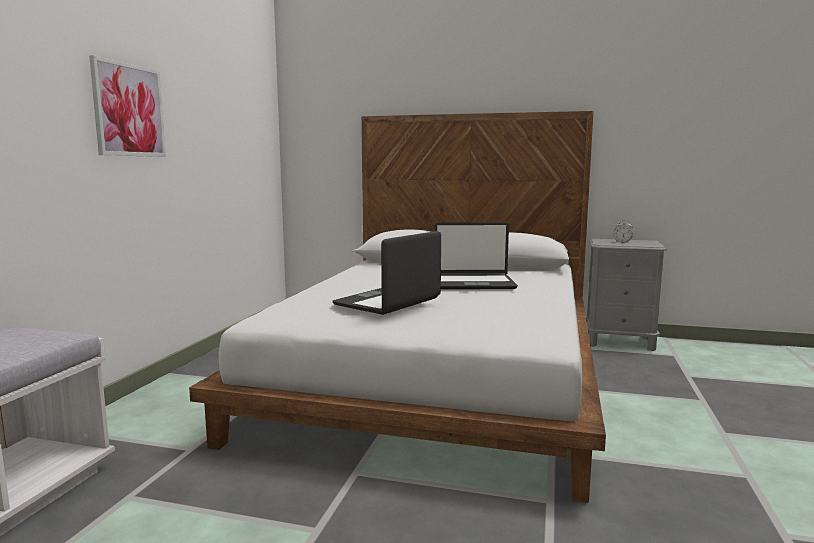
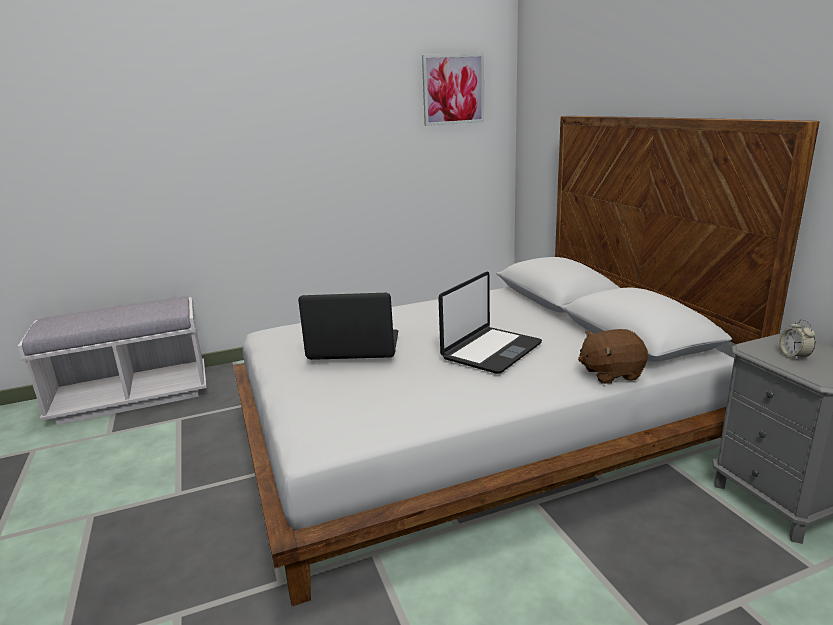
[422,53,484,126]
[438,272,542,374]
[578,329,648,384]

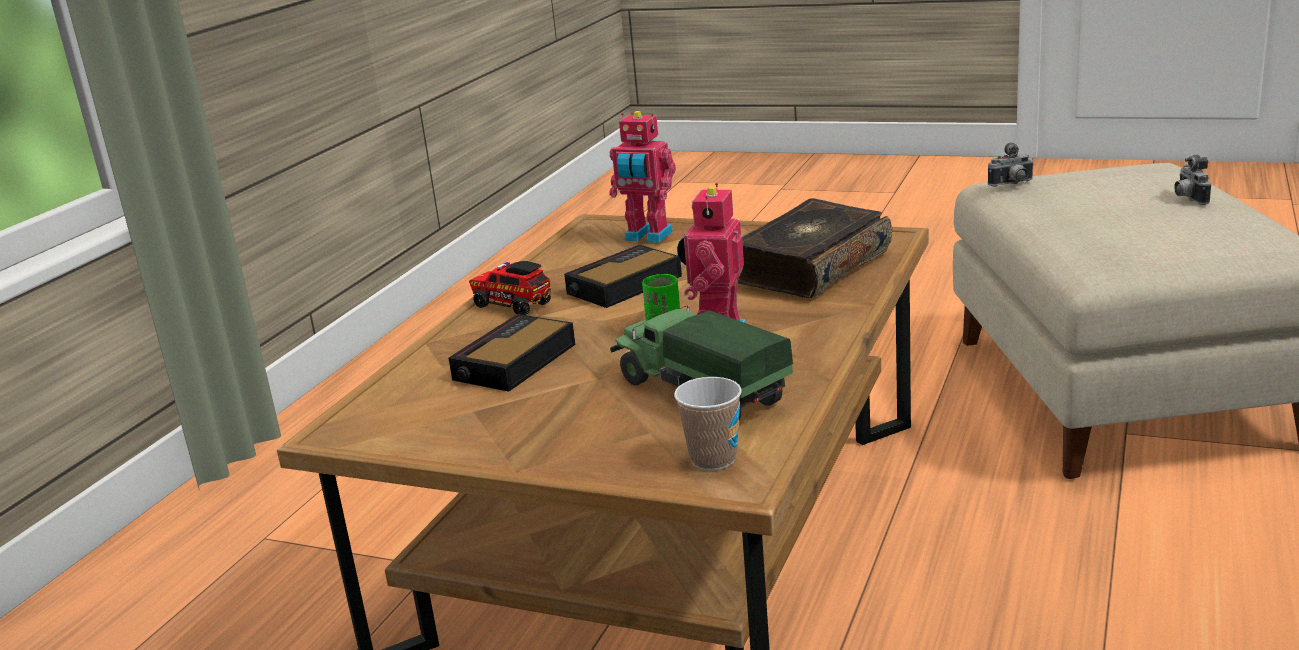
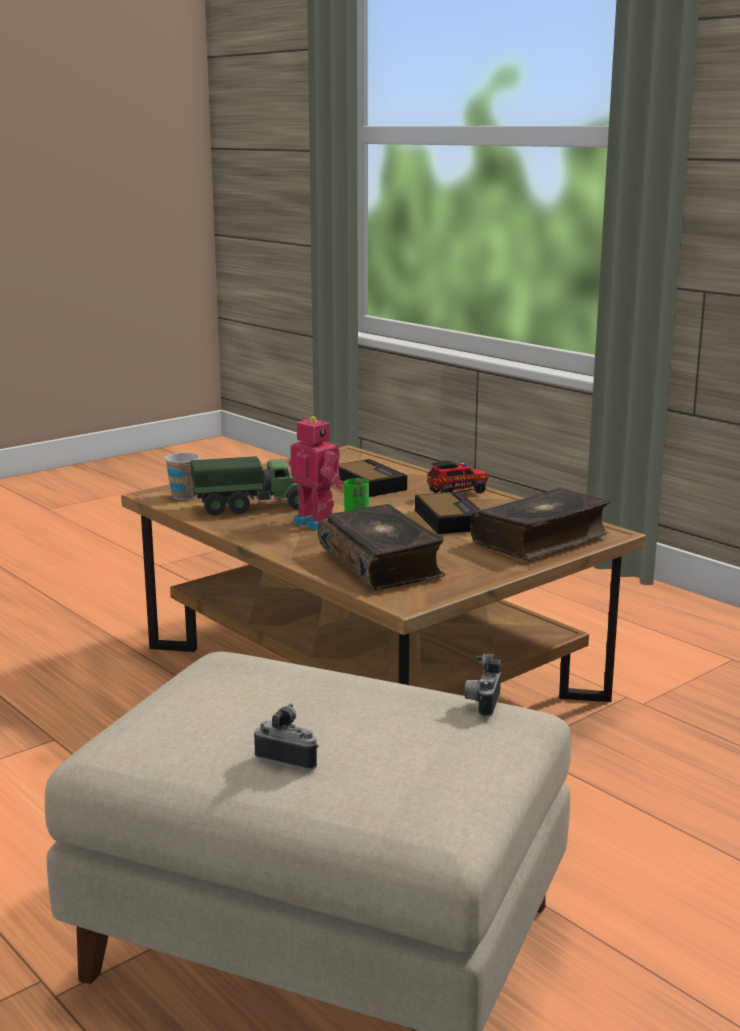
[470,488,610,560]

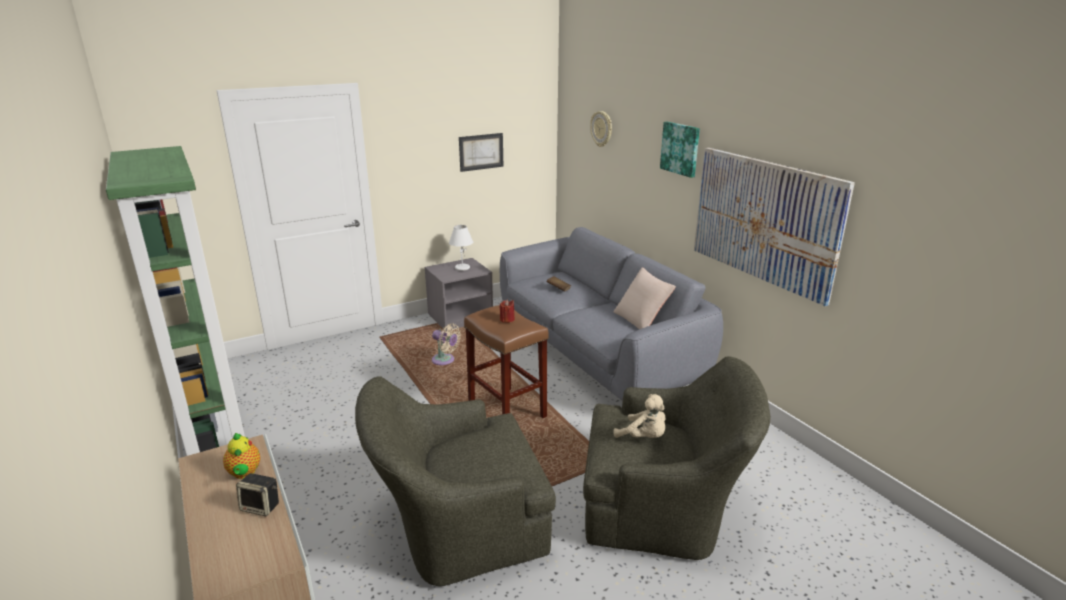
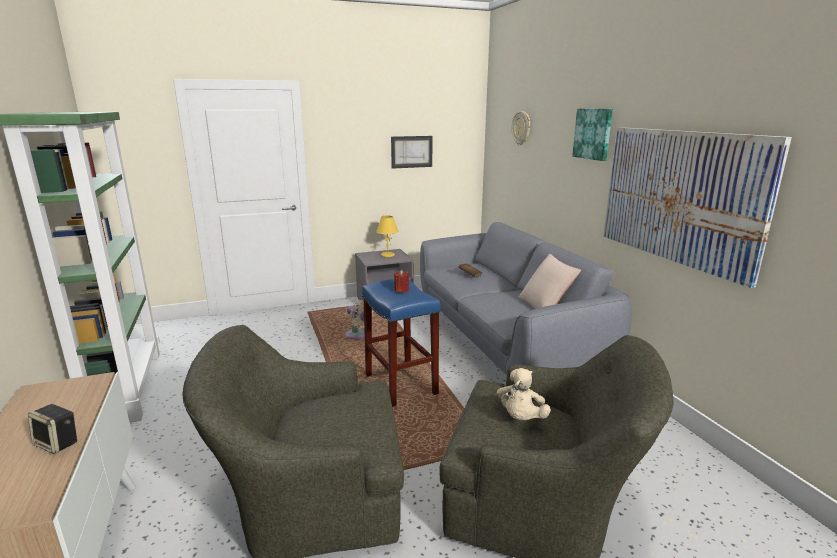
[376,215,399,258]
[362,279,440,407]
[497,368,551,420]
[223,433,260,479] (first image)

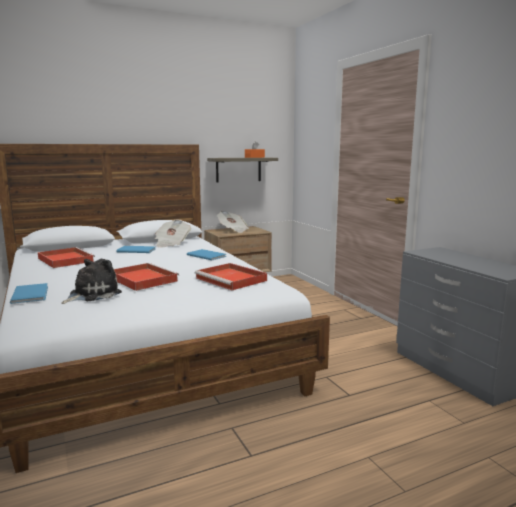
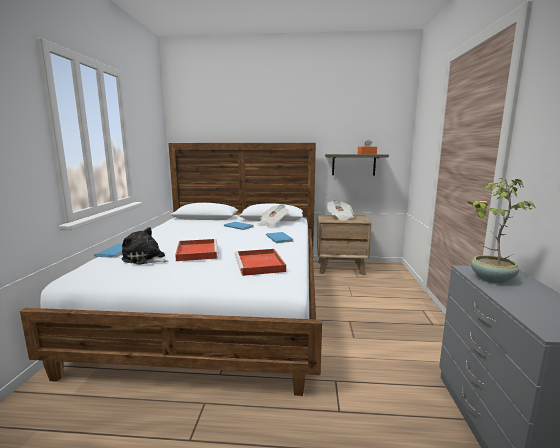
[38,247,95,268] (first image)
[121,227,168,265]
[471,178,536,283]

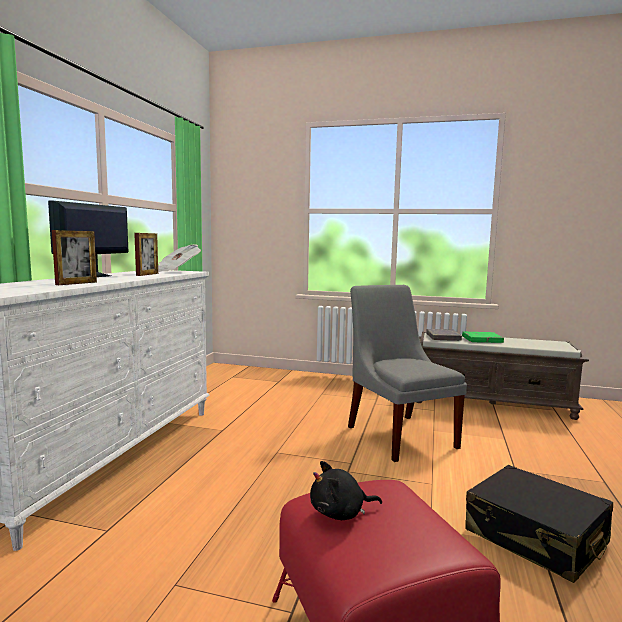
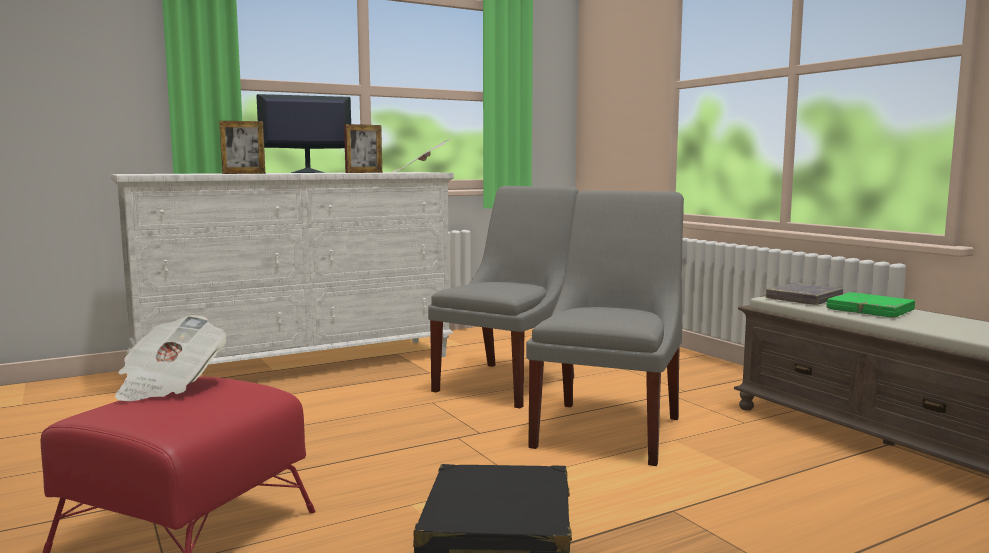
[115,315,227,401]
[428,186,579,409]

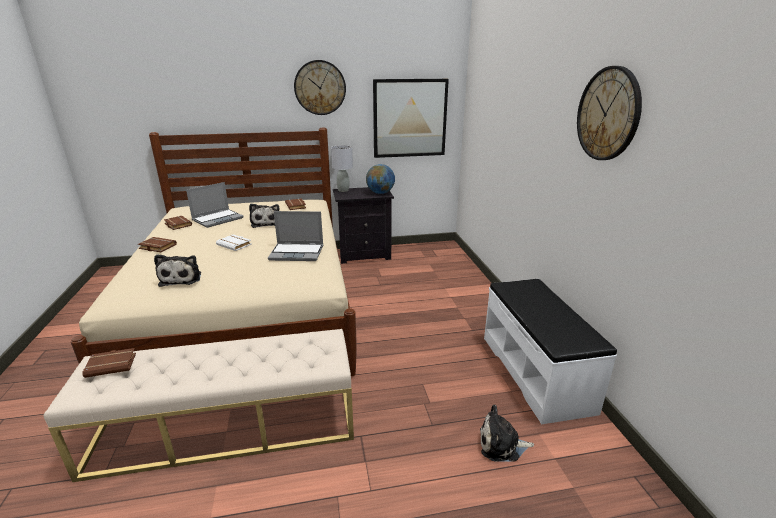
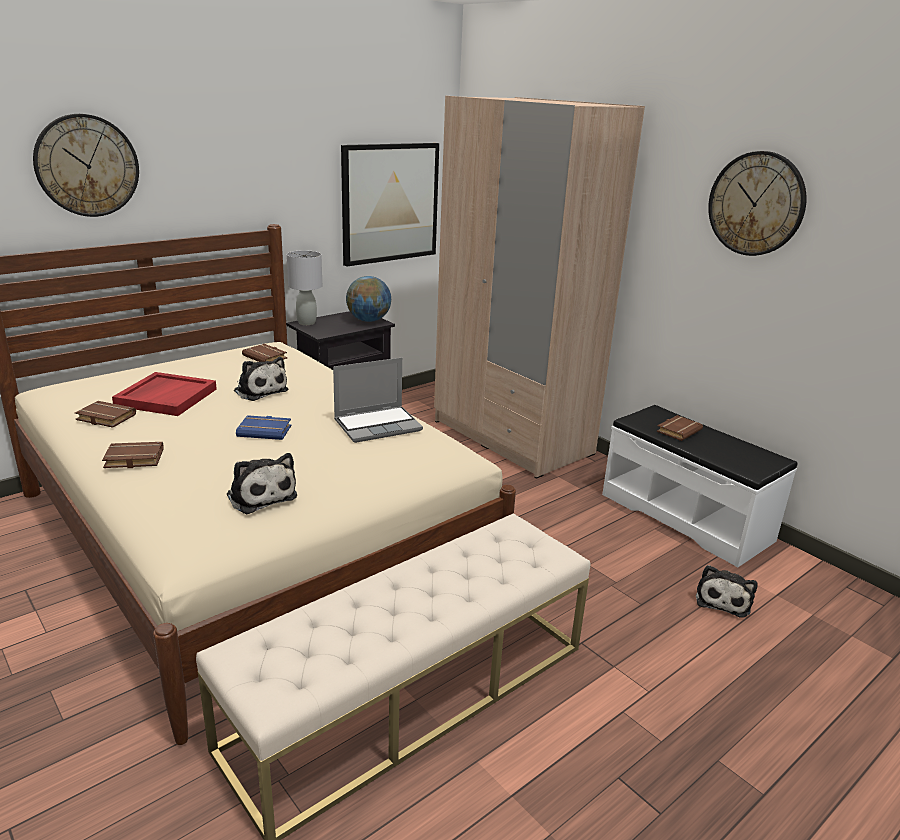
[33,114,139,217]
[112,372,217,416]
[236,415,291,440]
[657,415,703,441]
[696,565,758,618]
[434,96,645,479]

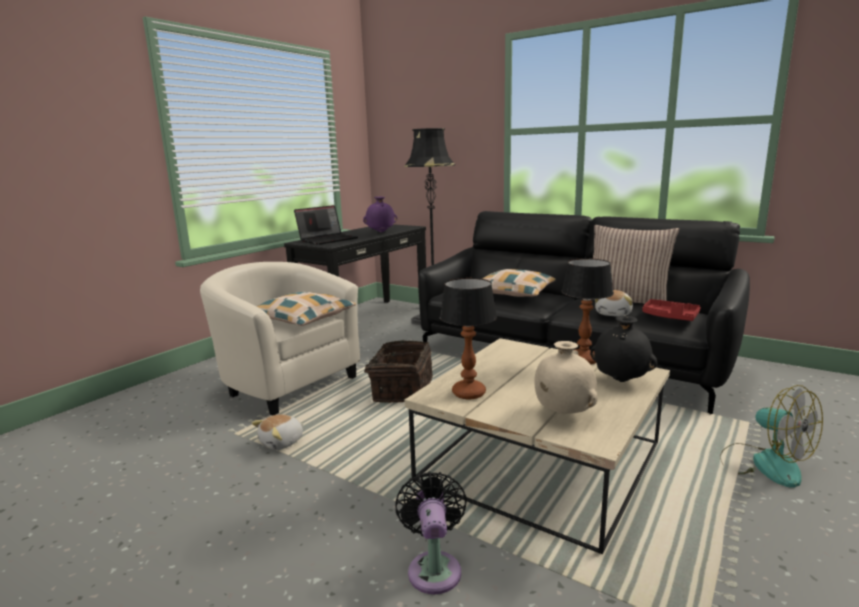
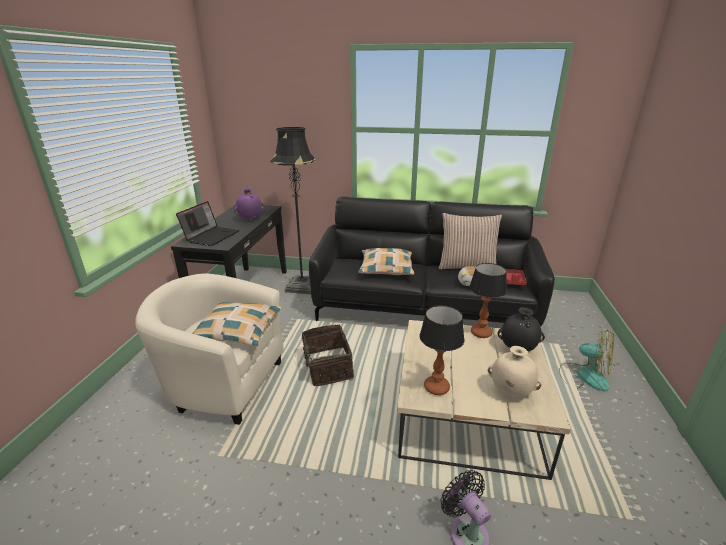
[252,414,303,450] (first image)

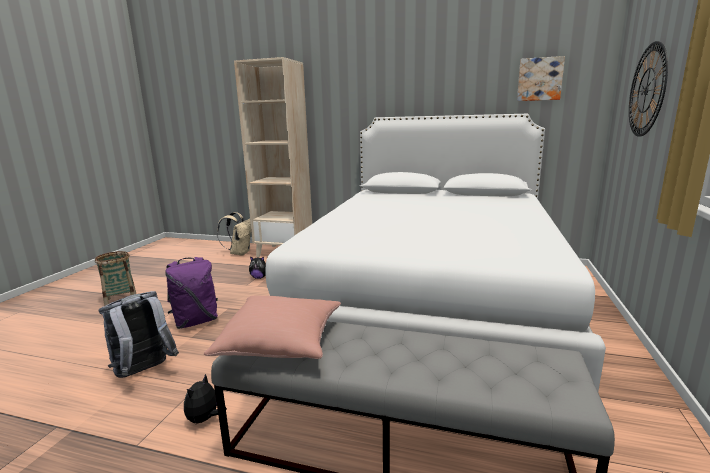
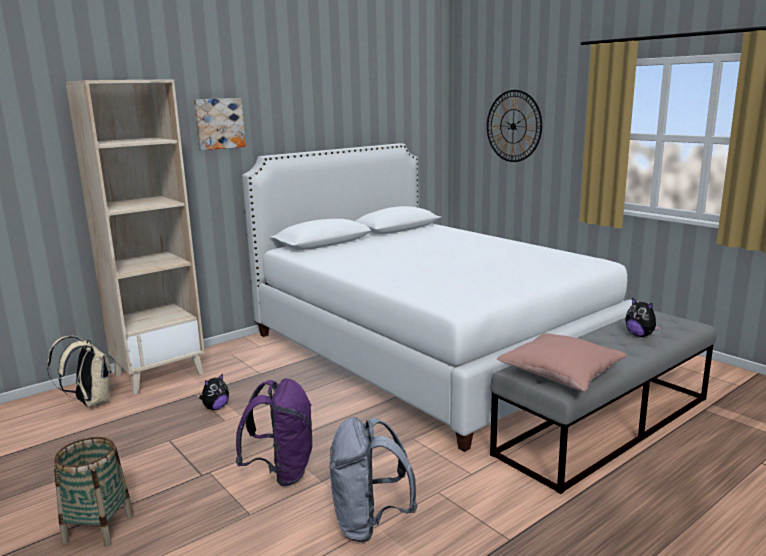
[194,98,246,150]
[625,297,662,337]

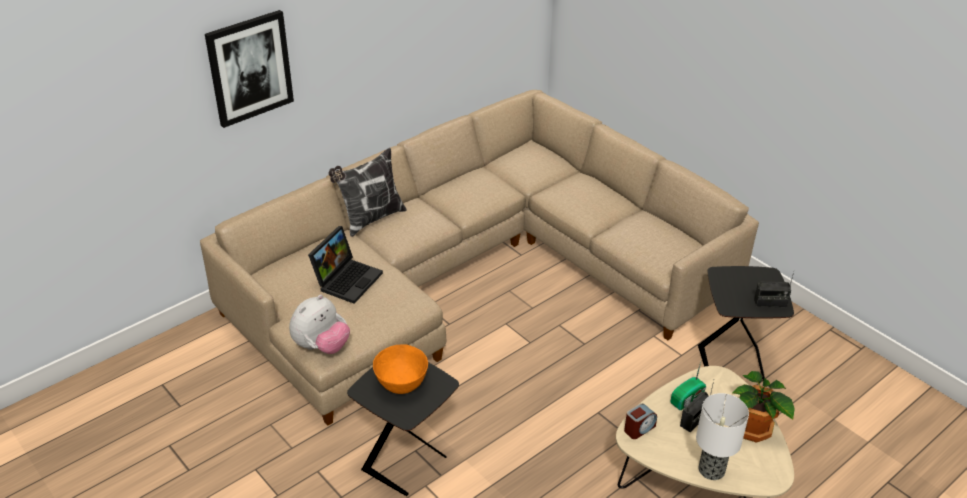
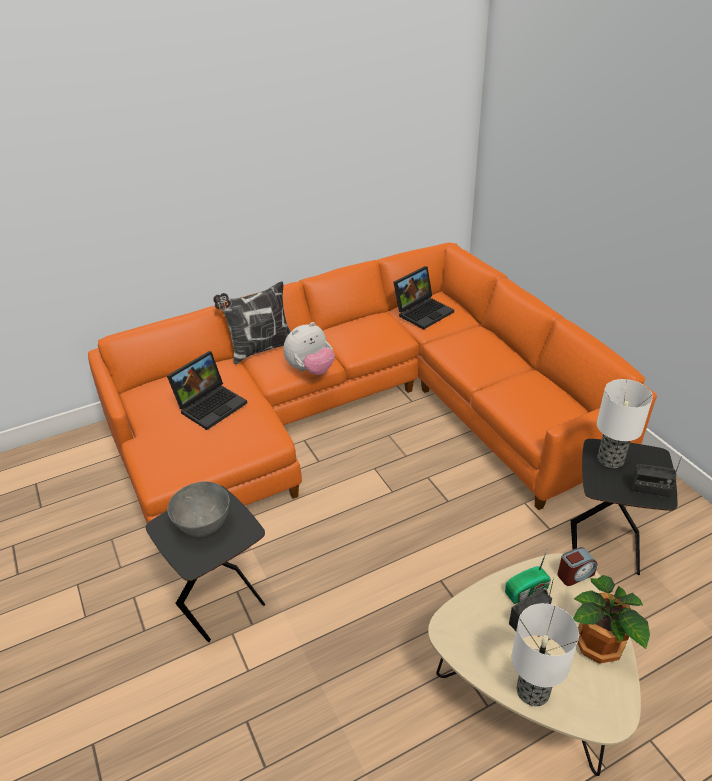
[205,10,294,128] (first image)
[88,242,657,523]
[283,322,335,375]
[167,482,230,537]
[558,547,597,586]
[394,266,454,330]
[597,379,653,468]

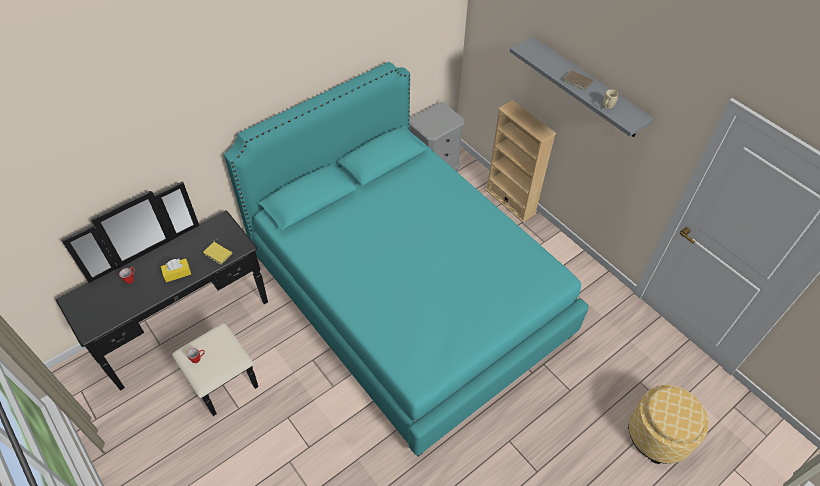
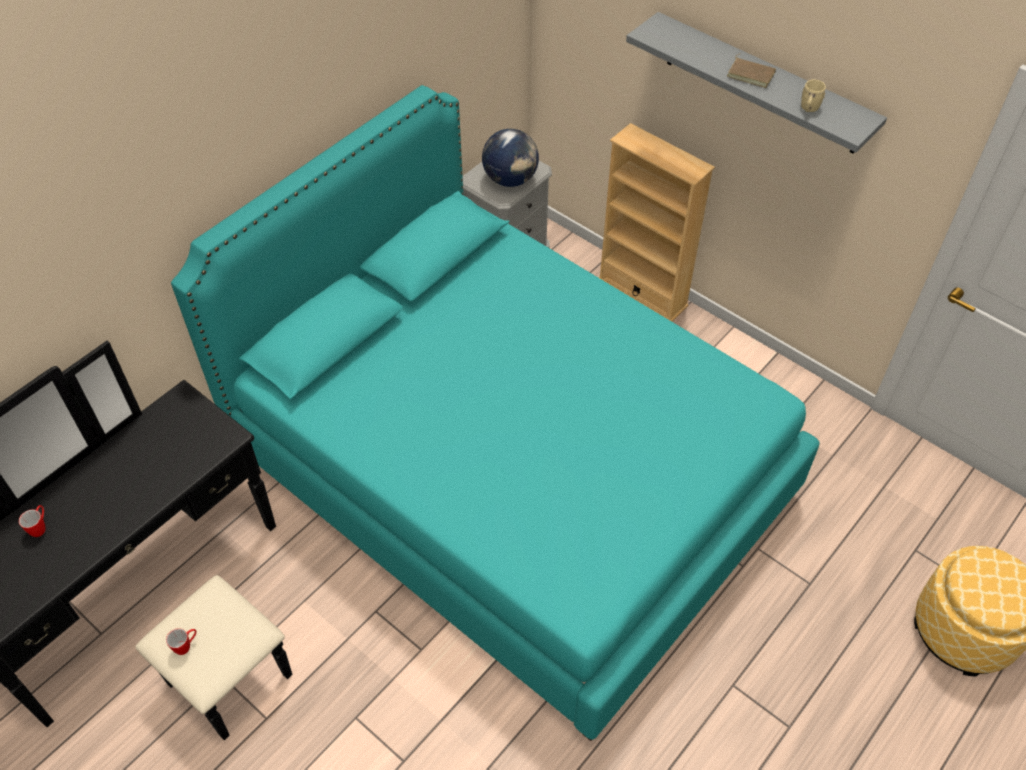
[203,238,232,265] (first image)
[161,258,191,282] (first image)
[482,129,539,187]

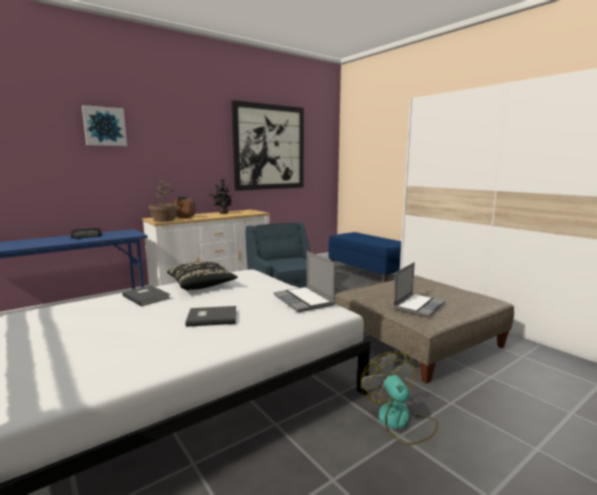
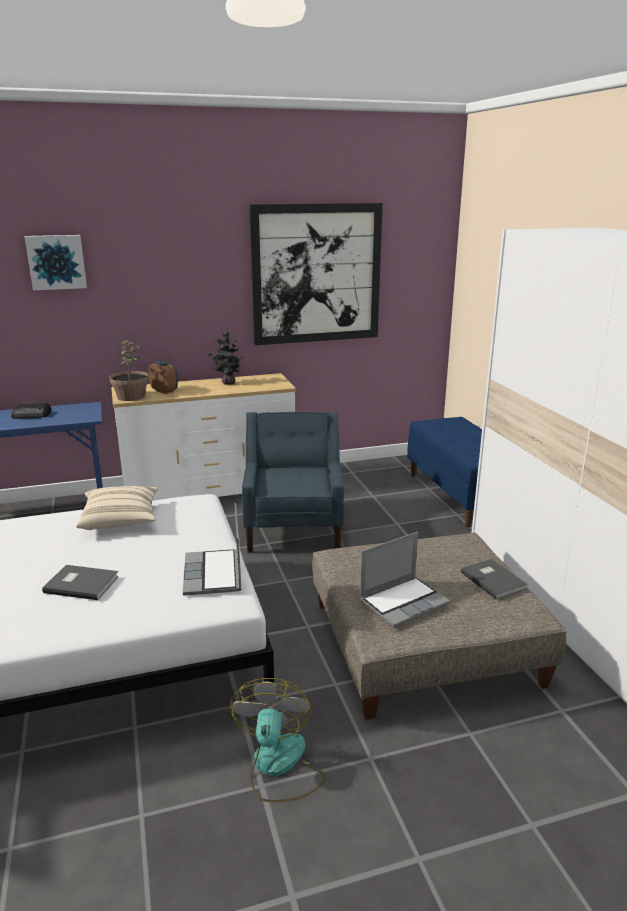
[76,486,158,530]
[461,559,527,599]

